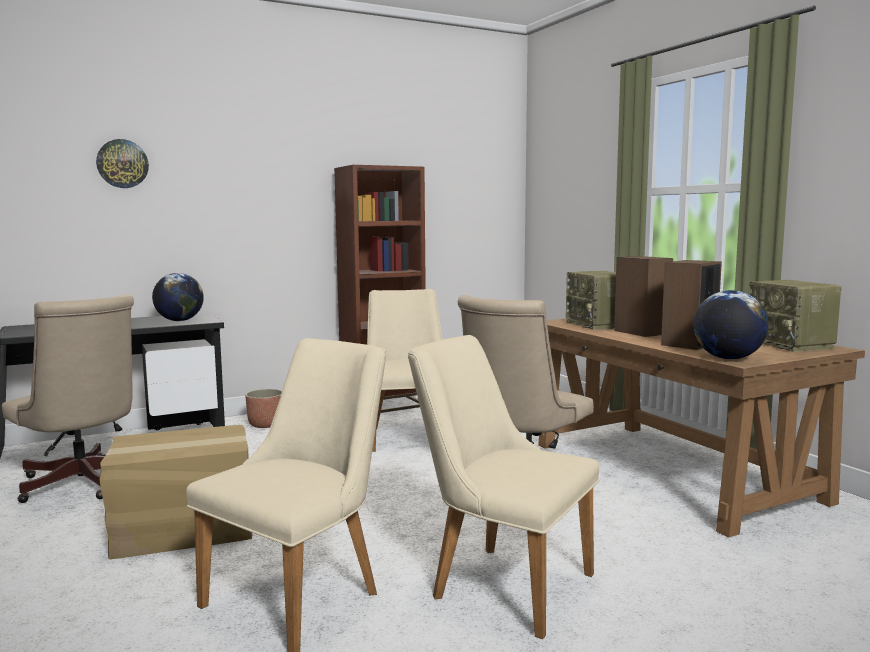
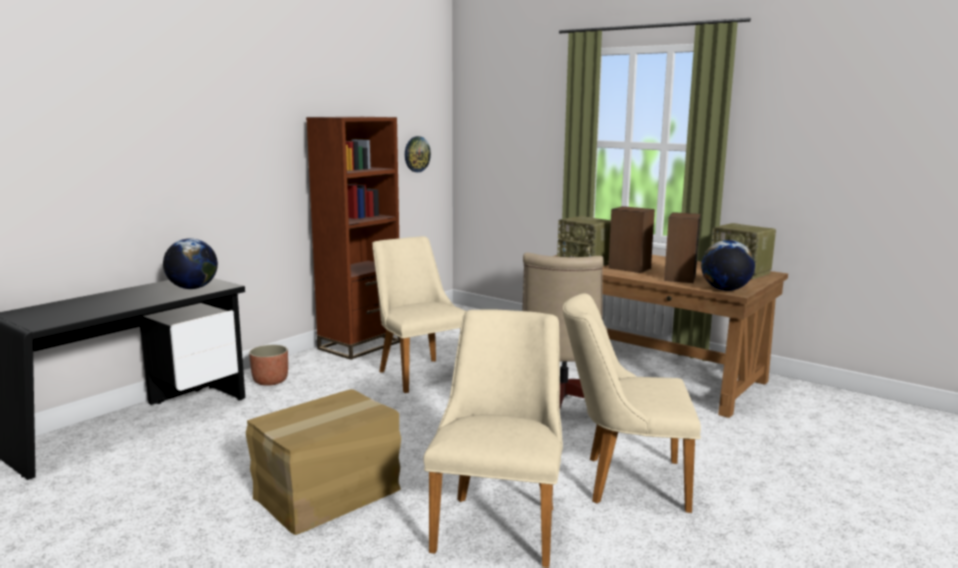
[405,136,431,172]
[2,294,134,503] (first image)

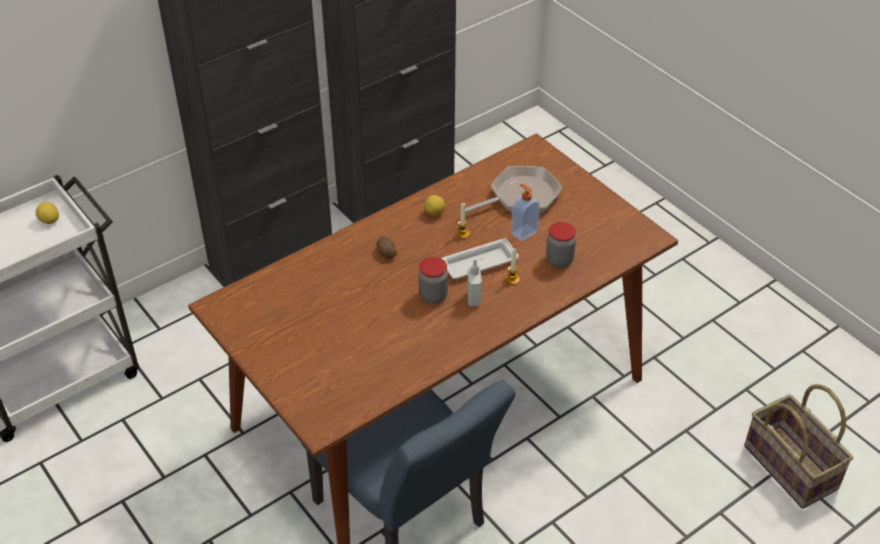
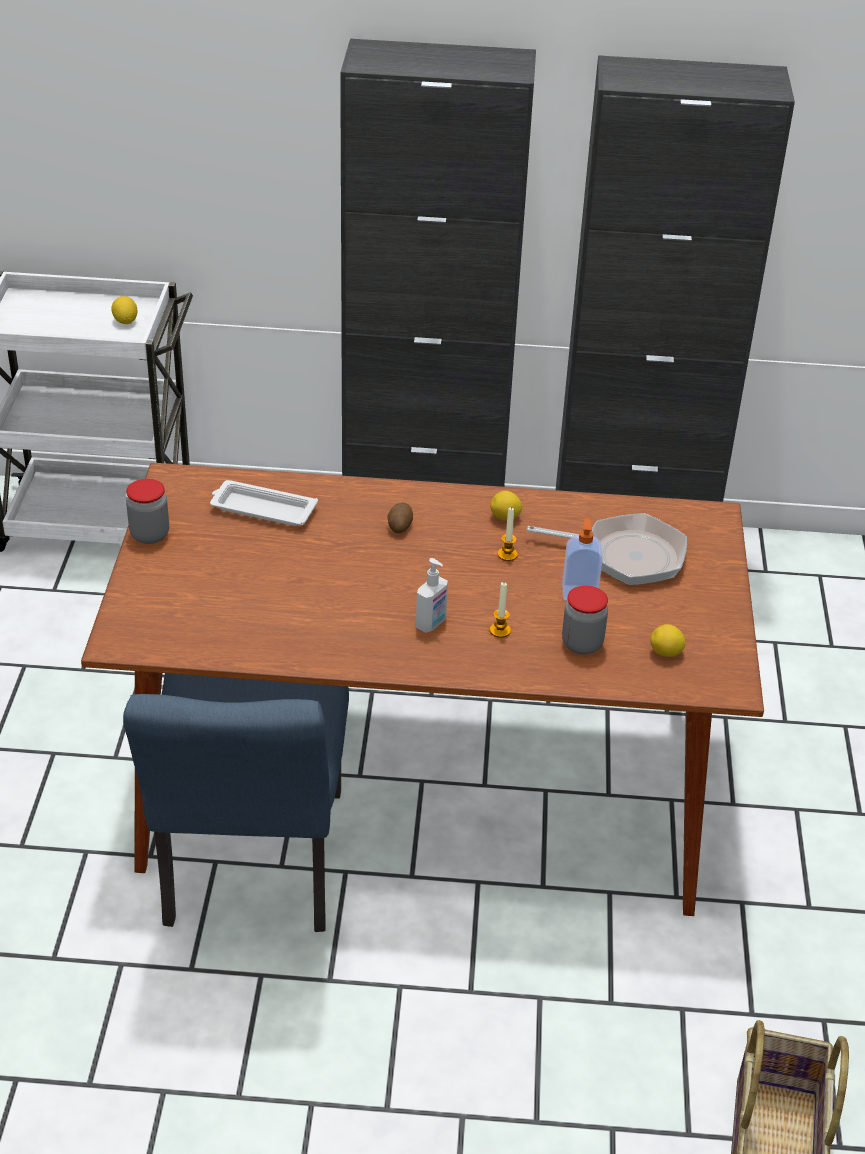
[210,480,318,526]
[126,479,169,544]
[650,624,685,657]

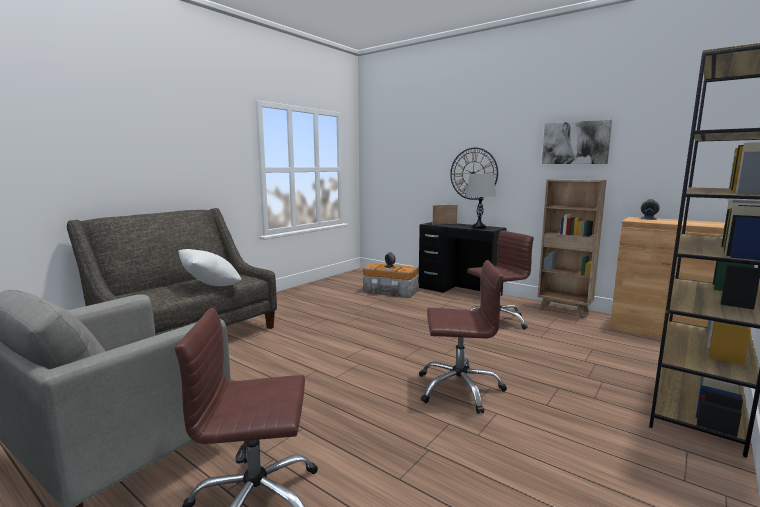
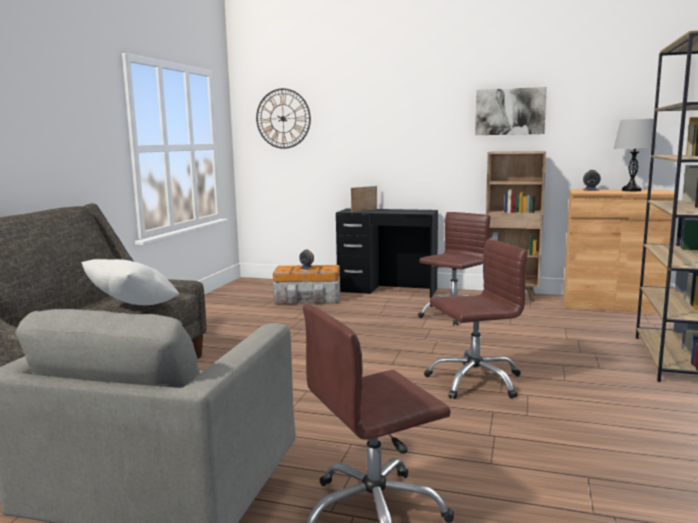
[256,88,311,149]
[614,119,657,191]

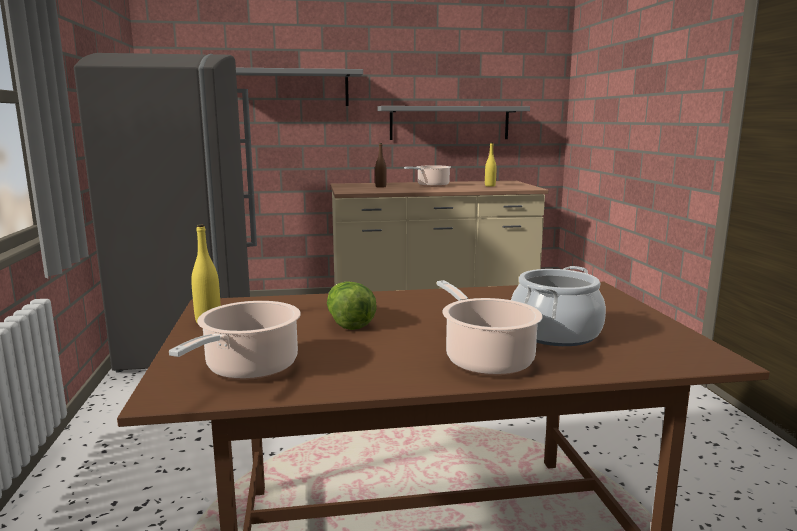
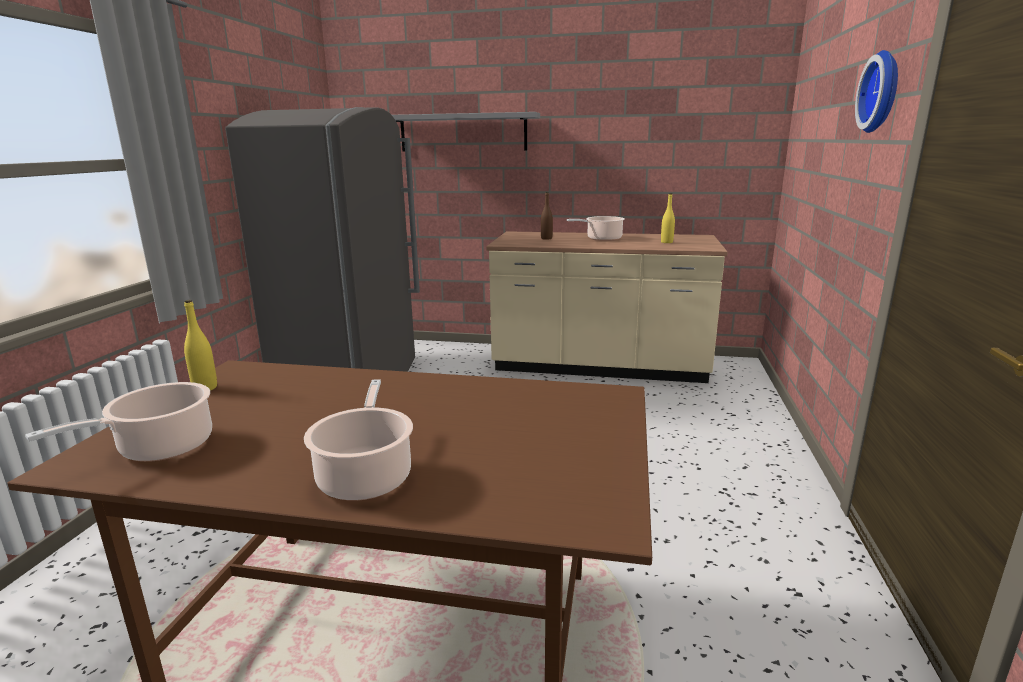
[377,106,530,140] (first image)
[511,266,606,346] (first image)
[327,281,377,330] (first image)
[855,50,898,133]

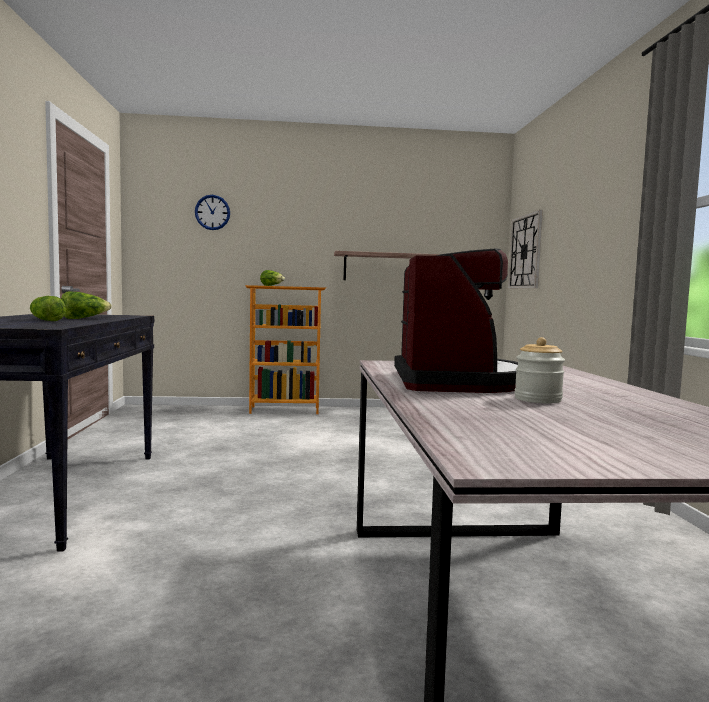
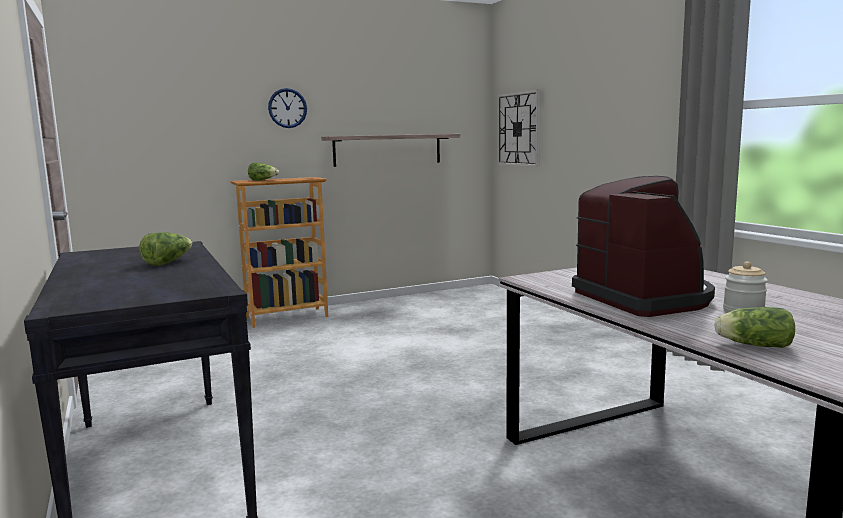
[268,88,307,128]
[715,307,795,348]

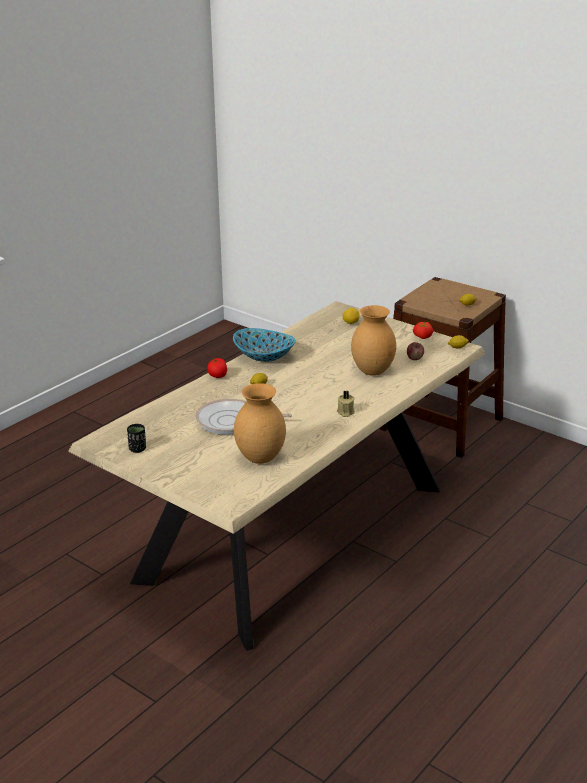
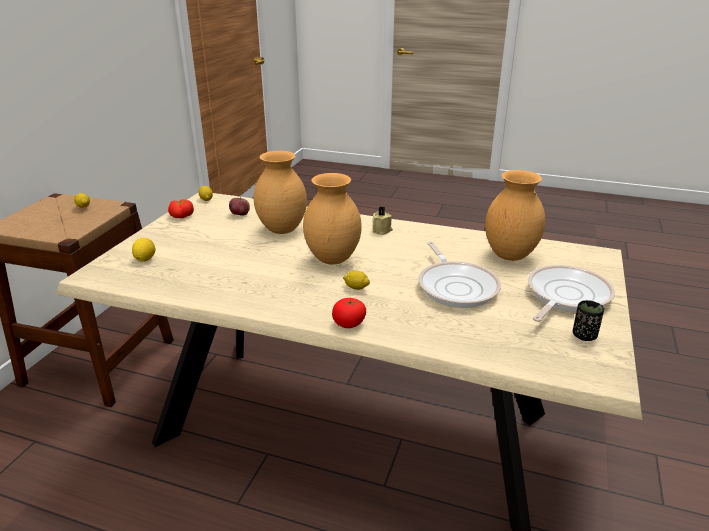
[233,328,296,362] (first image)
[303,173,362,265]
[528,265,615,322]

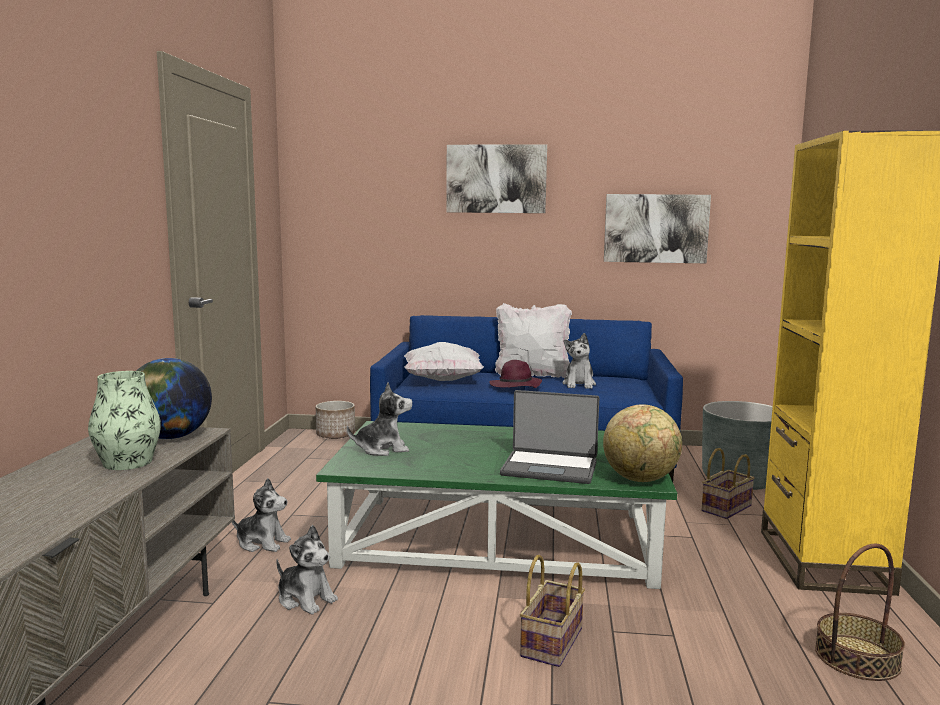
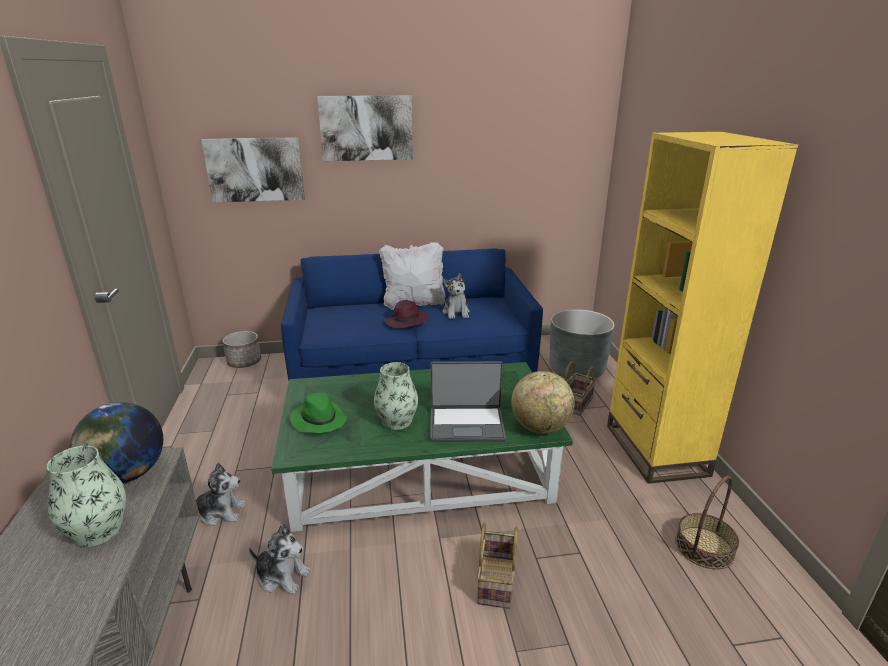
[201,137,305,202]
[404,342,484,381] (first image)
[290,393,347,433]
[374,362,418,430]

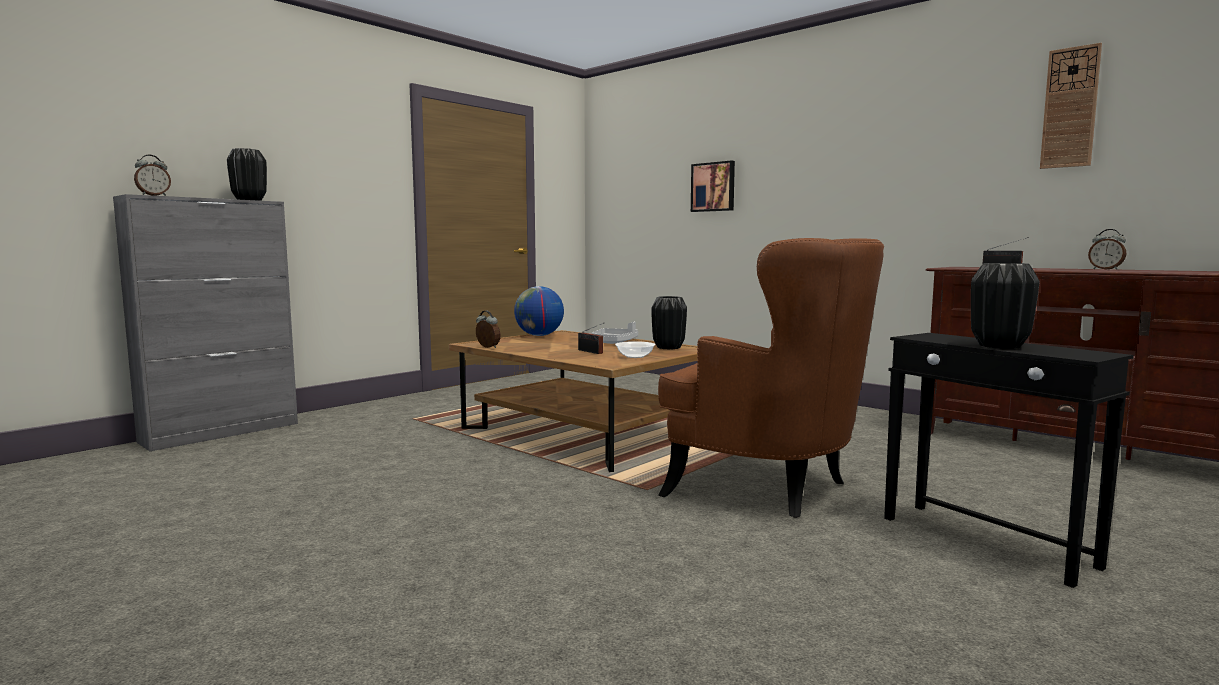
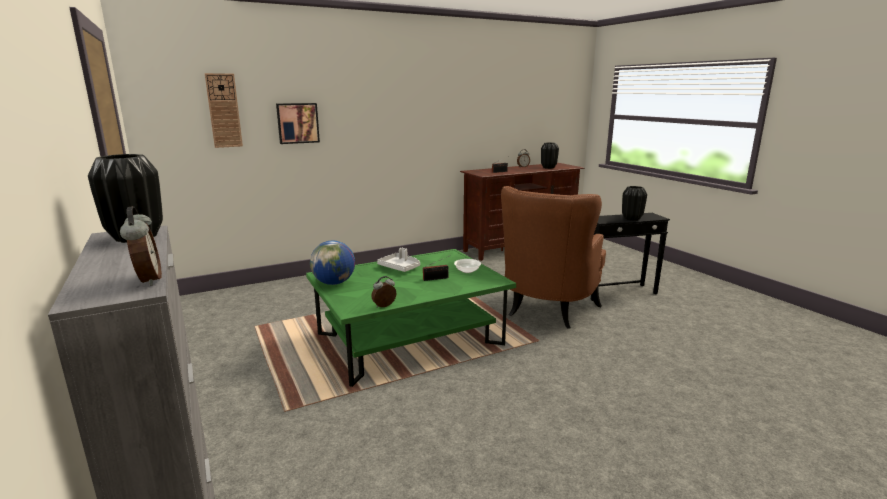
[205,73,243,148]
[501,186,606,329]
[541,143,559,169]
[306,249,516,387]

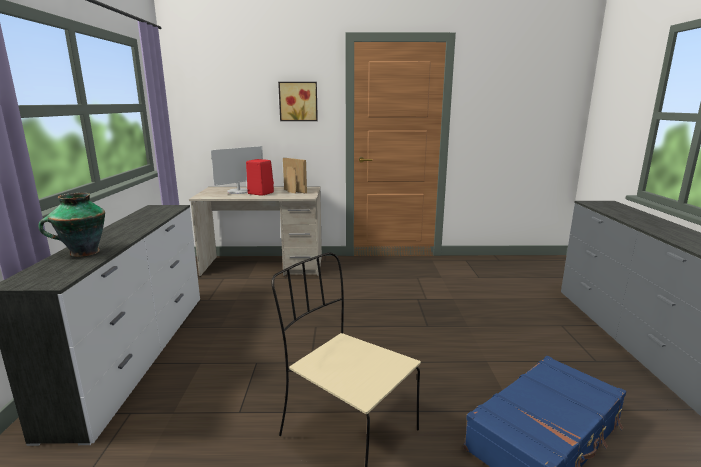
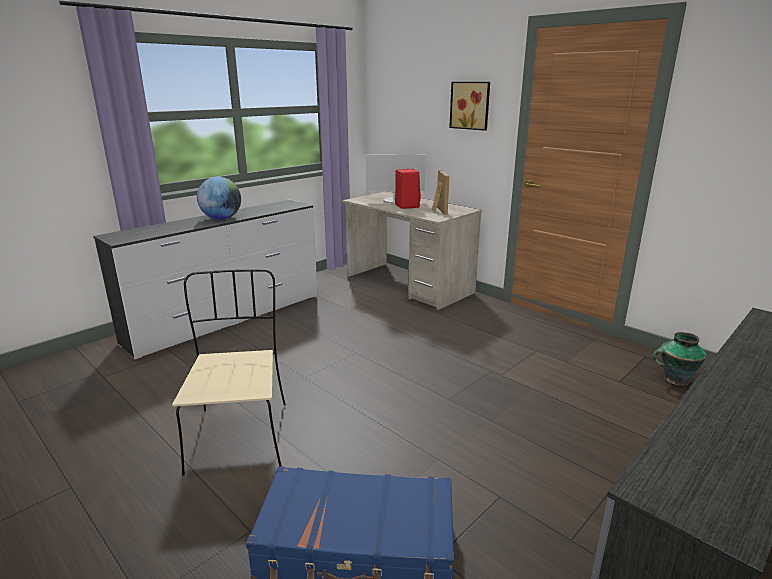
[652,332,706,386]
[197,177,241,220]

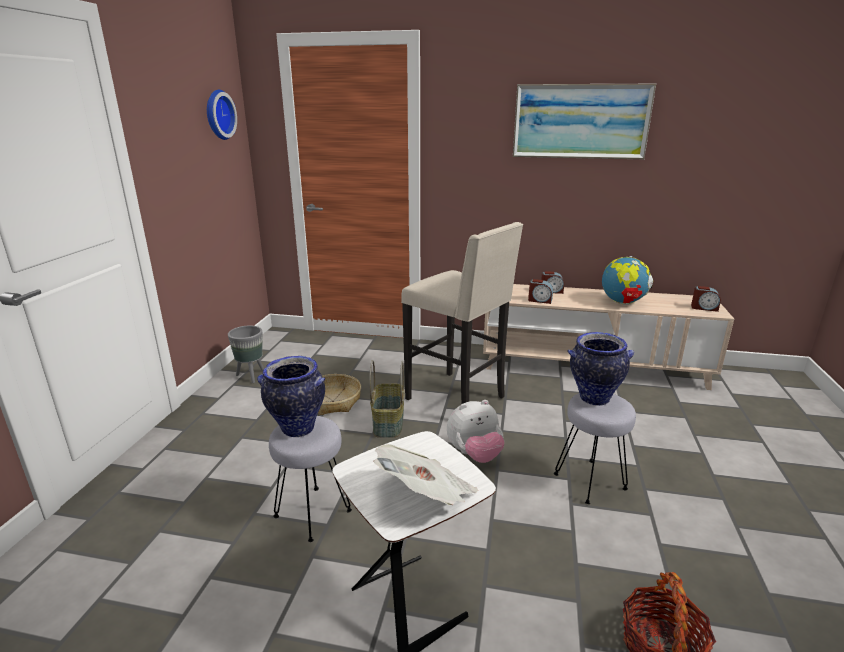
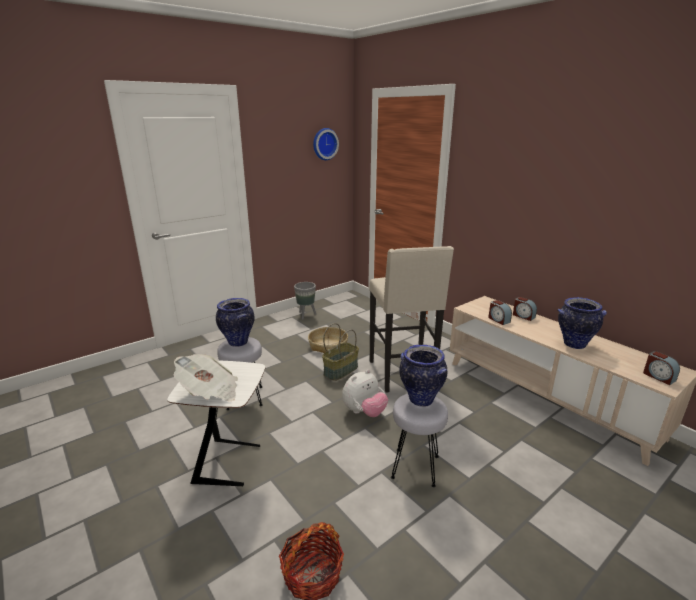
[513,84,656,159] (first image)
[557,297,607,349]
[342,370,388,417]

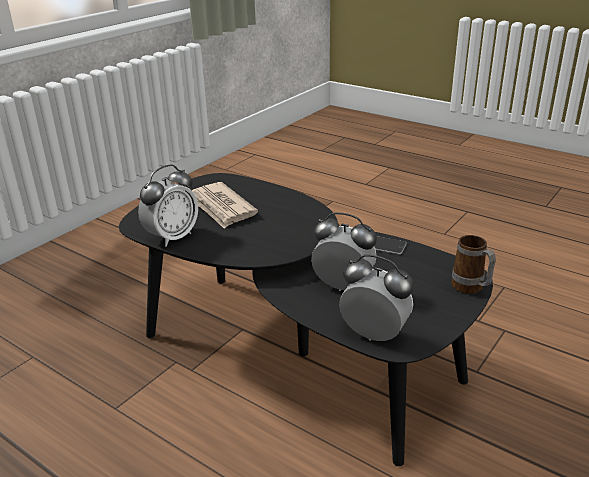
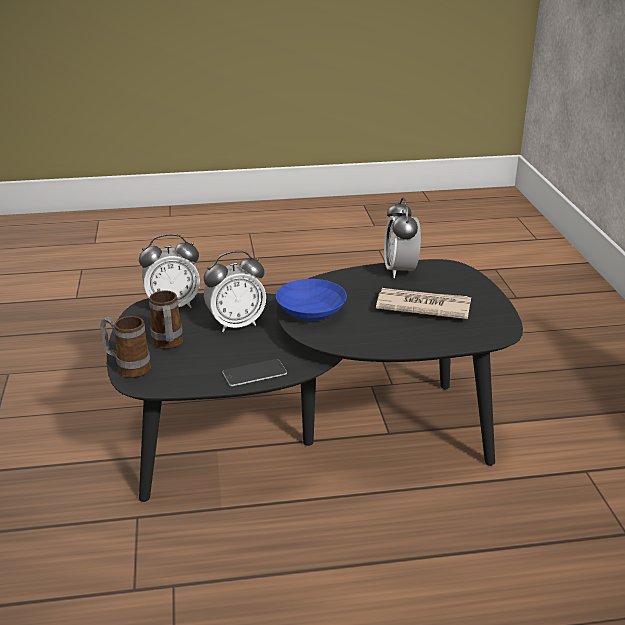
[276,279,347,321]
[149,290,183,349]

